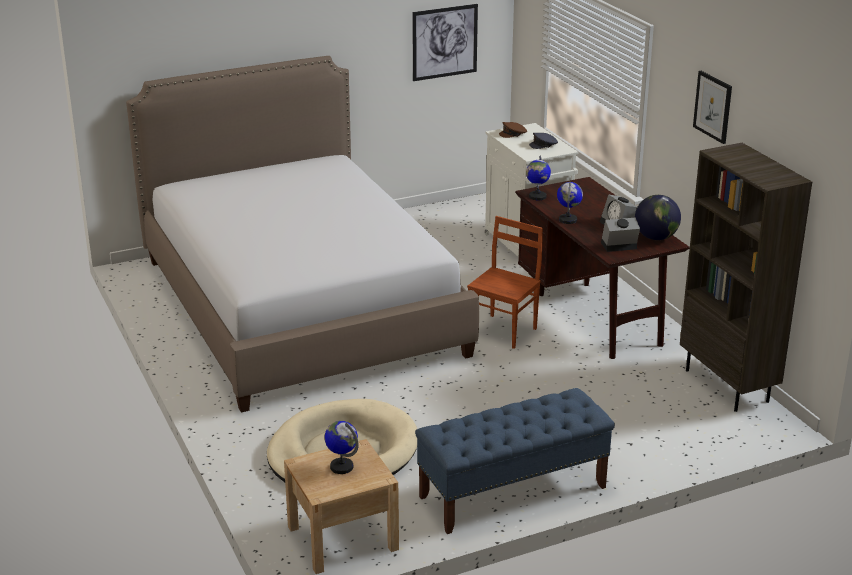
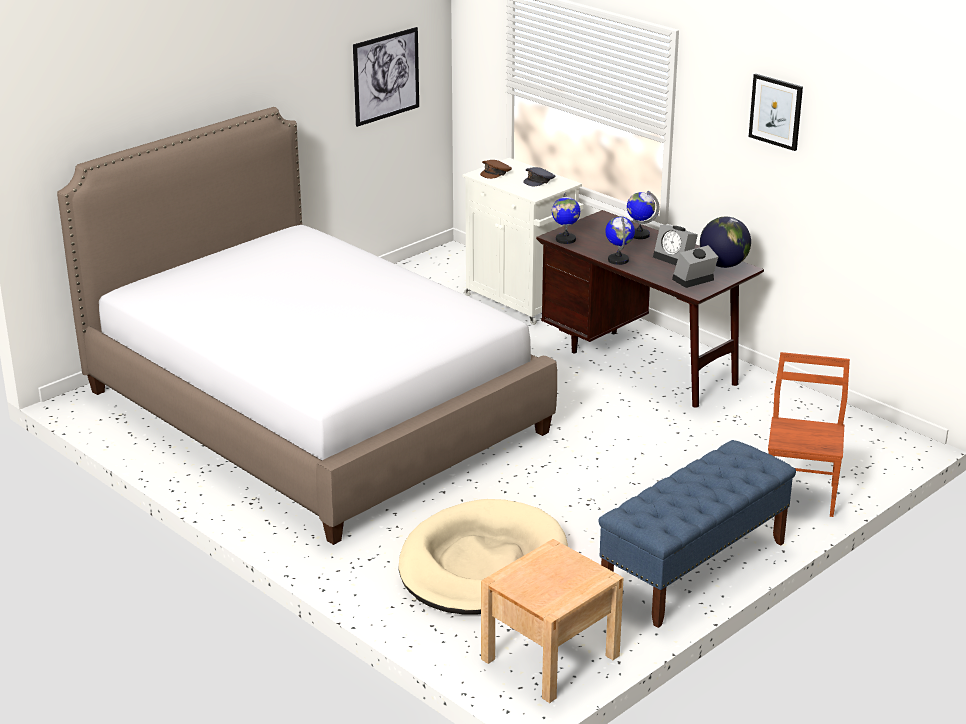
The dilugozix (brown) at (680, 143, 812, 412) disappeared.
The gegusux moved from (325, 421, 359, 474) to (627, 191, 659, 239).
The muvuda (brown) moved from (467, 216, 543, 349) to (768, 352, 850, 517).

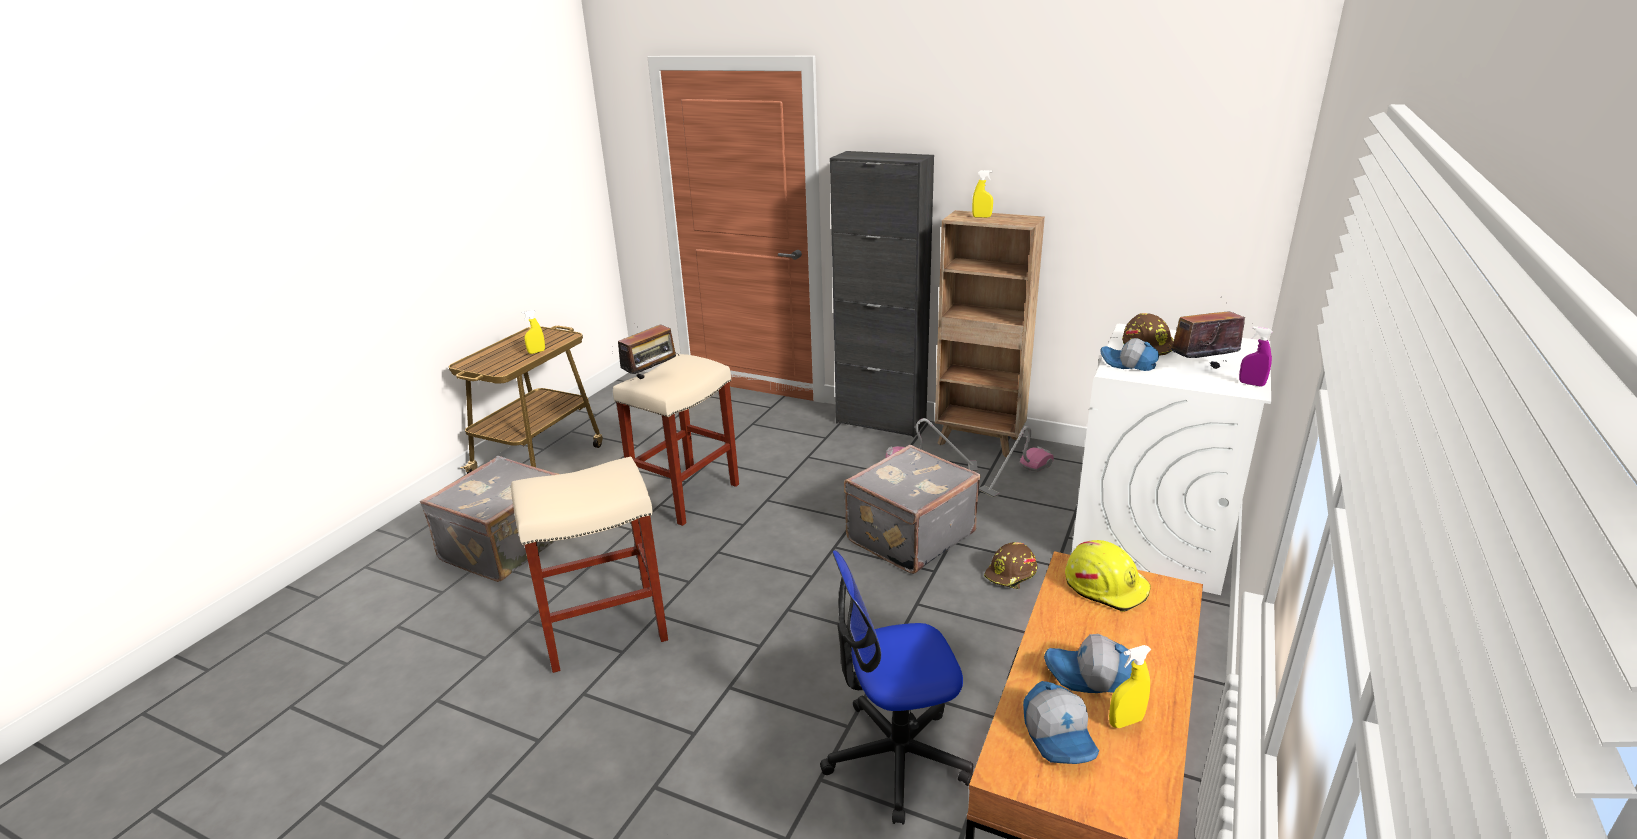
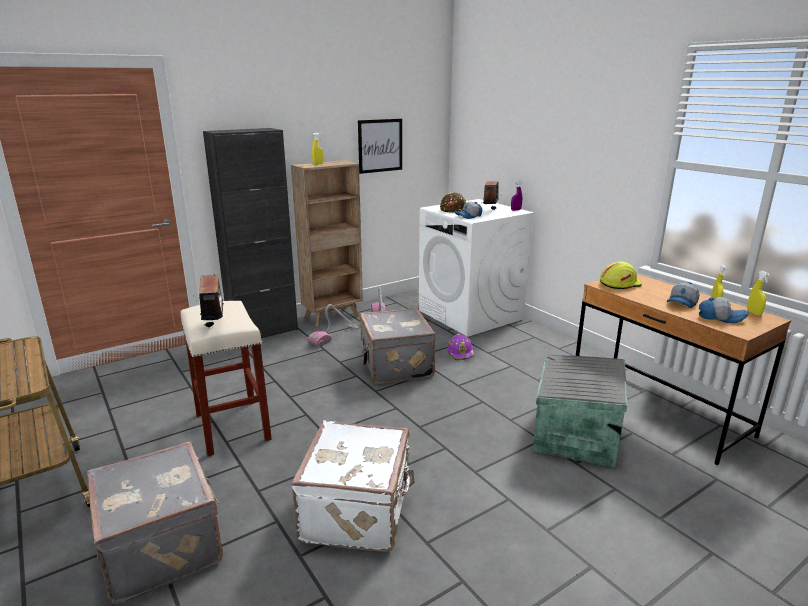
The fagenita at (358, 119, 402, 174) appeared.
The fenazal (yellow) moved from (522, 310, 545, 354) to (747, 271, 771, 316).
The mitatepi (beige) at (511, 457, 668, 673) was replaced by the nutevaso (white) at (291, 420, 414, 552).
The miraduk at (820, 550, 973, 825) was replaced by the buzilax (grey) at (533, 355, 627, 467).
The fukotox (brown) at (984, 542, 1038, 589) became the fukotox (purple) at (447, 334, 475, 360).

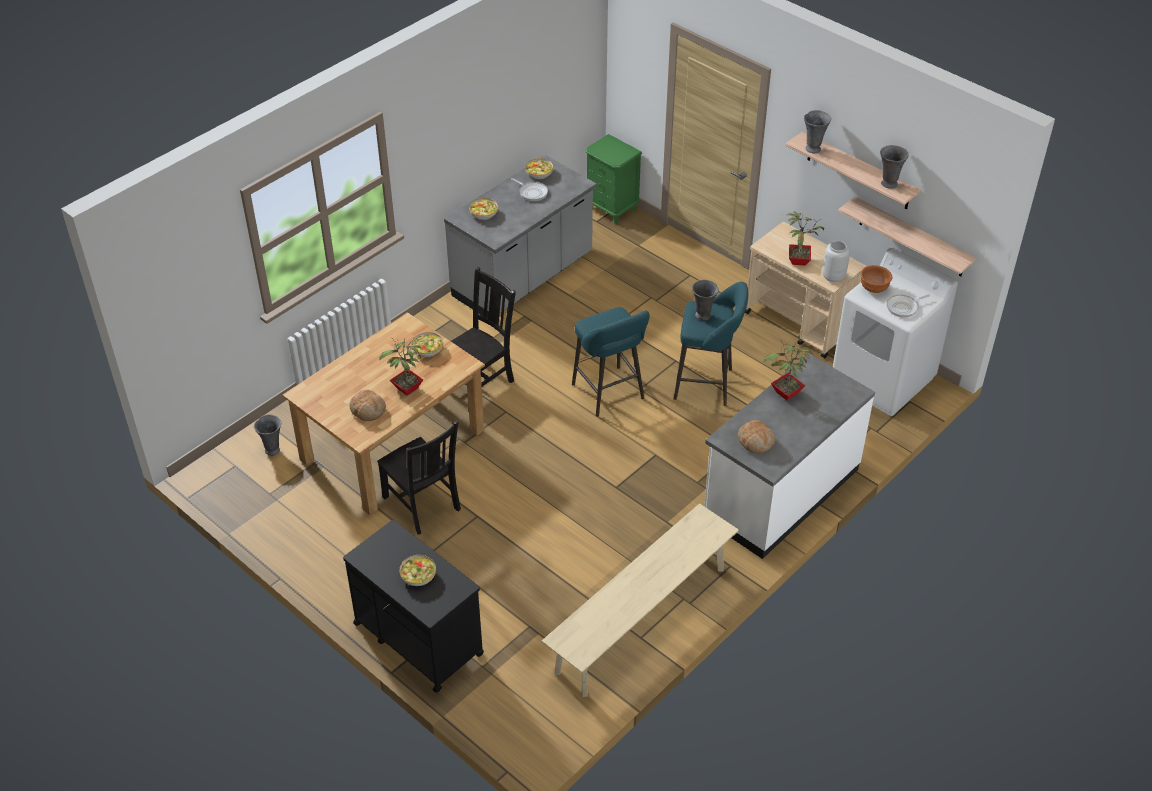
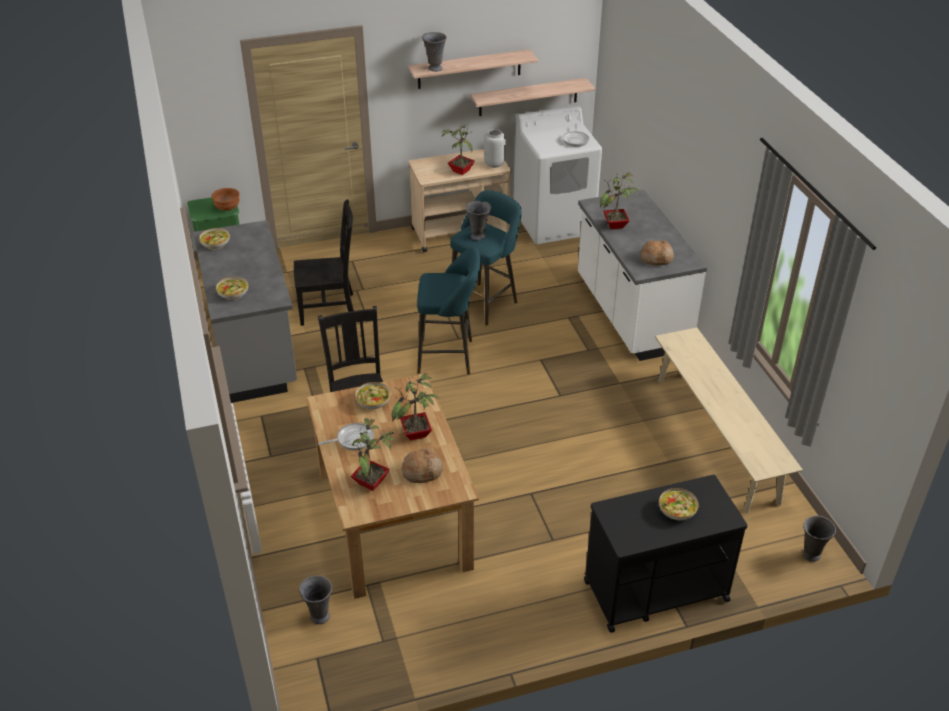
The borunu at (351, 418, 396, 491) appeared.
The muvuda (black) moved from (377, 421, 461, 535) to (294, 199, 354, 326).
The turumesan moved from (511, 178, 548, 201) to (318, 423, 374, 451).
The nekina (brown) moved from (861, 265, 892, 293) to (211, 188, 240, 211).
The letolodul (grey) moved from (880, 145, 909, 189) to (803, 516, 836, 562).

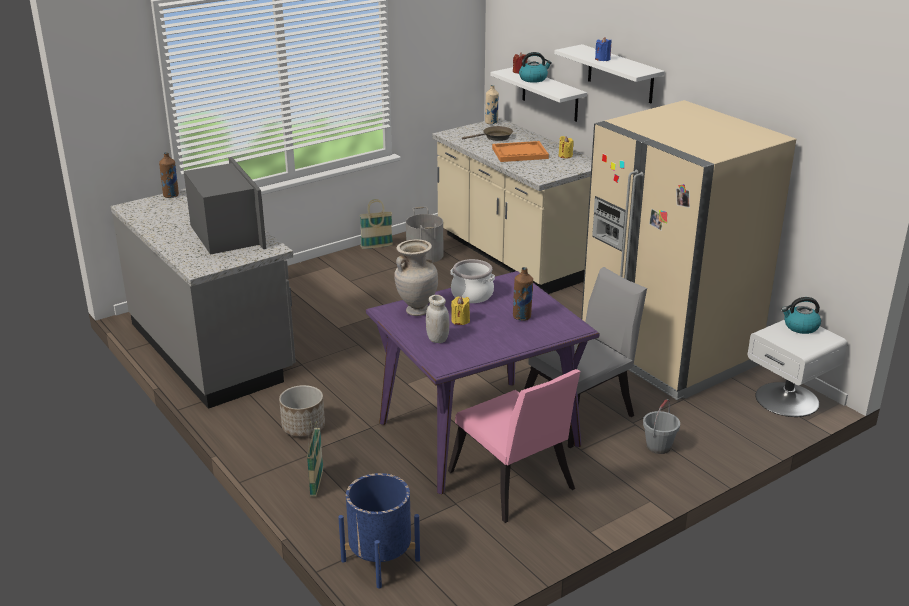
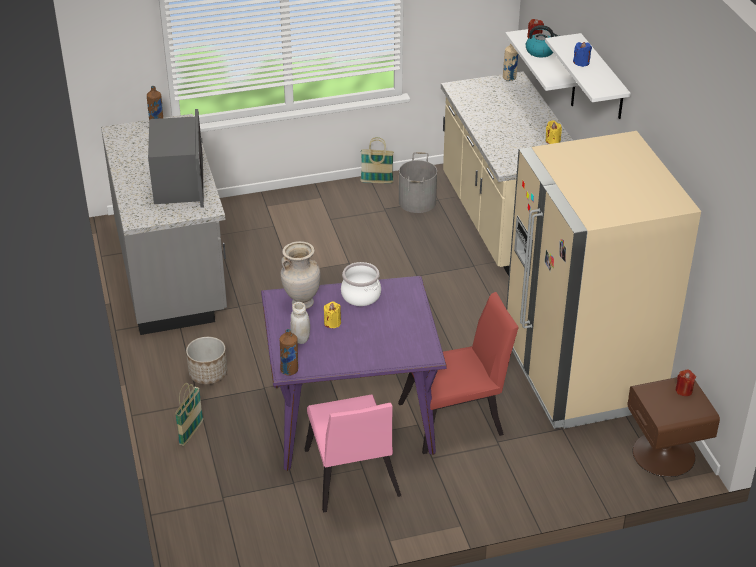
The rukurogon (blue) at (338, 473, 420, 588) disappeared.
The turumesan (brown) at (462, 126, 513, 141) disappeared.
The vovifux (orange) at (492, 141, 549, 162) disappeared.
The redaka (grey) at (643, 399, 680, 454) disappeared.
The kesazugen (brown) moved from (513, 267, 533, 321) to (280, 329, 298, 375).
The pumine at (781, 297, 821, 334) was replaced by the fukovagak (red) at (675, 369, 696, 396).
The muvuda (grey) at (524, 267, 647, 448) became the muvuda (red) at (398, 292, 519, 454).
The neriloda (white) at (748, 319, 848, 417) became the neriloda (brown) at (628, 377, 720, 477).

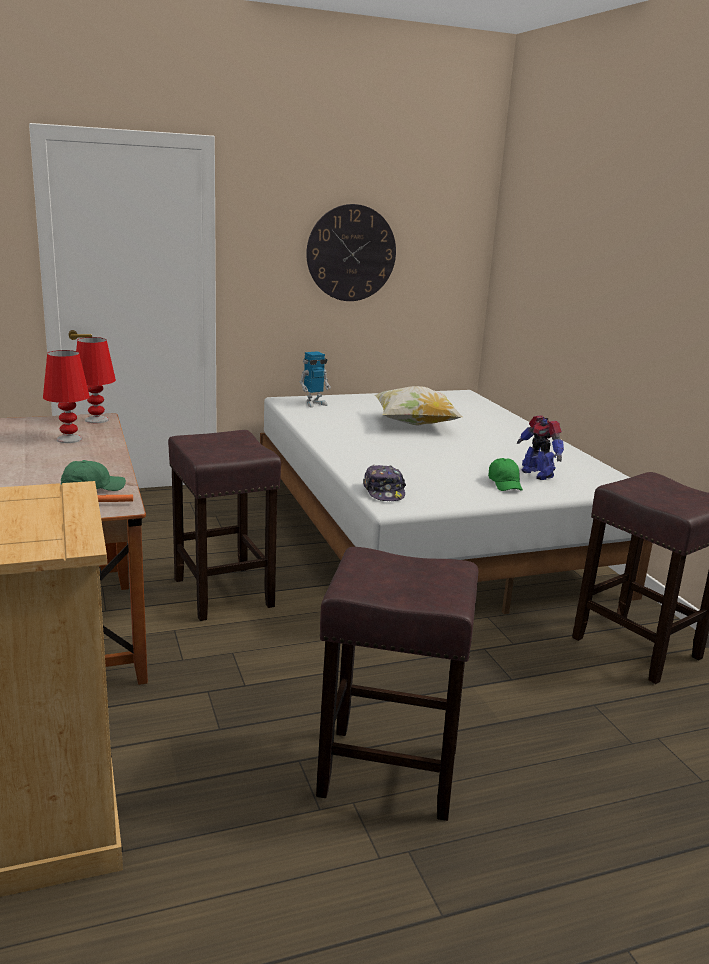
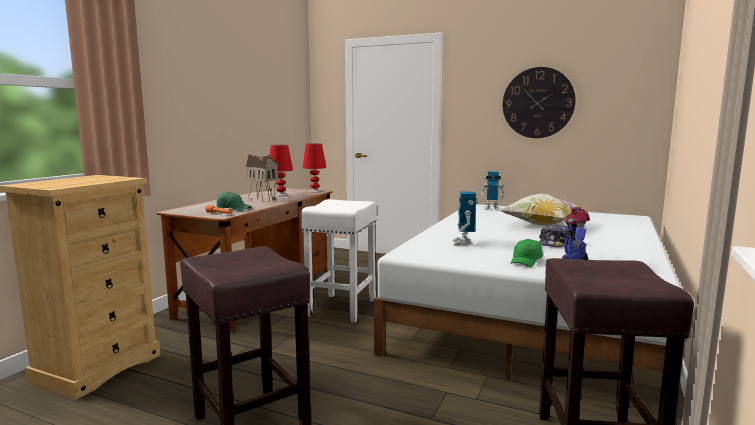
The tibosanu at (246, 153, 279, 202) appeared.
The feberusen at (452, 191, 477, 246) appeared.
The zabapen moved from (363, 465, 406, 501) to (539, 224, 570, 247).
The mitatepi (brown) at (168, 430, 281, 621) became the mitatepi (white) at (301, 199, 377, 322).

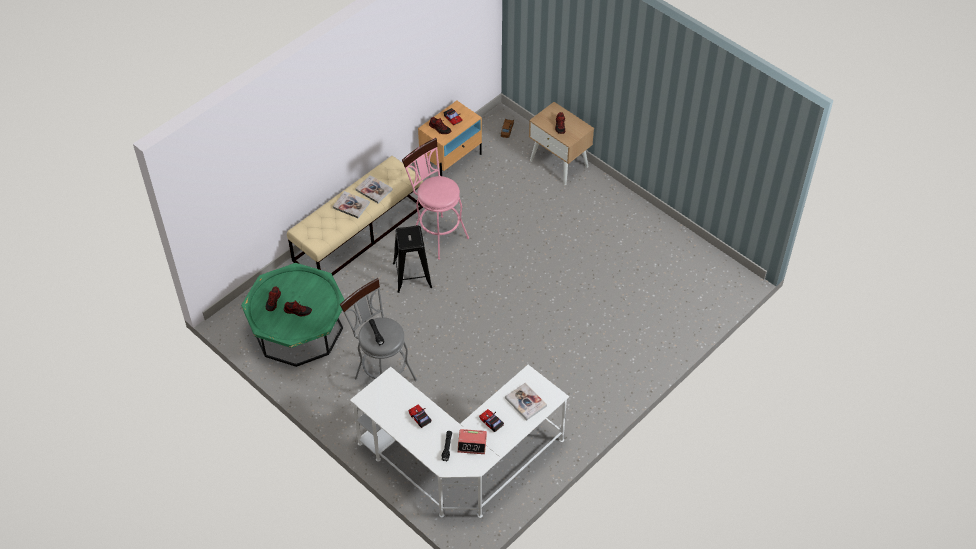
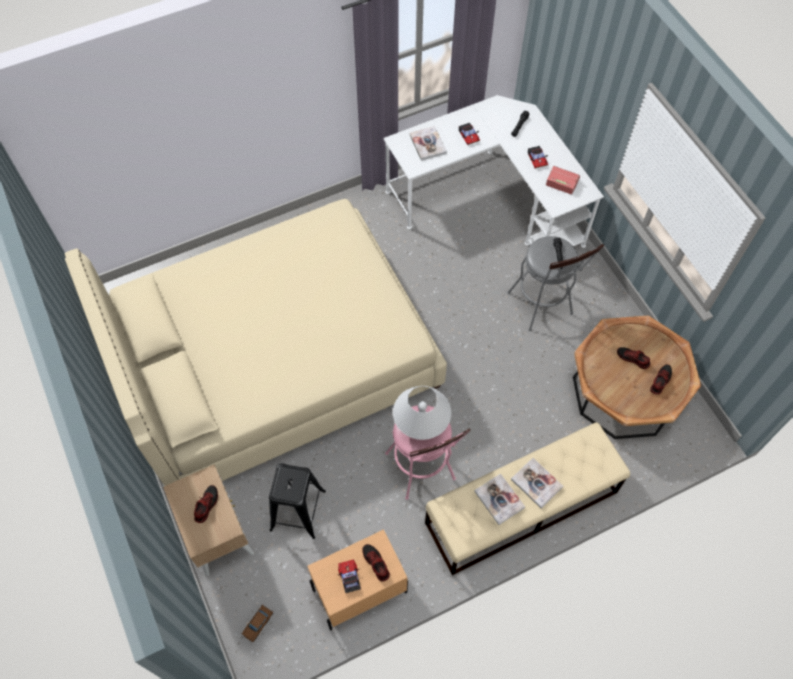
The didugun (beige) at (65, 199, 447, 486) appeared.
The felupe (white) at (393, 386, 451, 440) appeared.
The mitatepi (black) moved from (393, 225, 432, 293) to (269, 464, 326, 539).
The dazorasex moved from (458, 429, 487, 454) to (546, 166, 580, 194).
The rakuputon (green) at (241, 263, 345, 367) became the rakuputon (brown) at (573, 315, 701, 439).

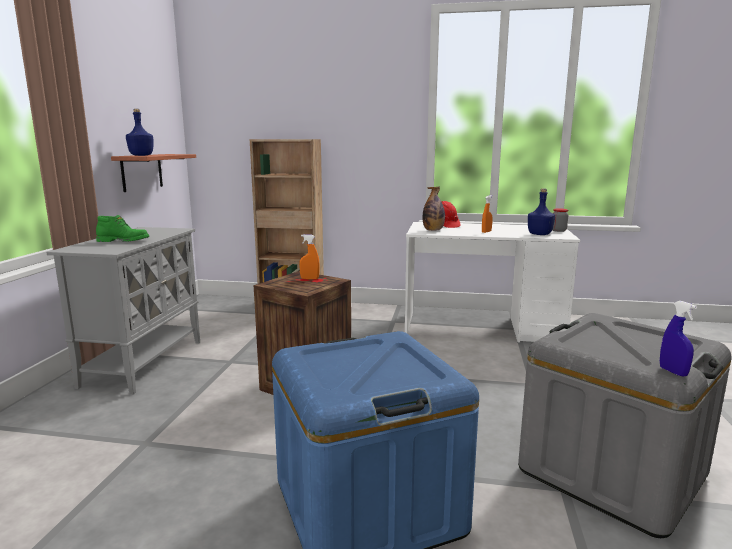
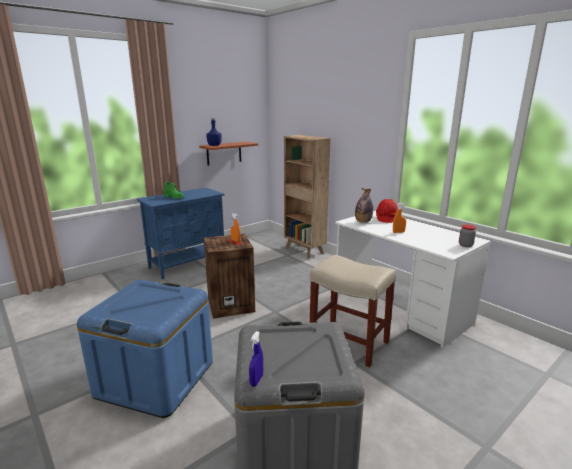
The kesazugen (blue) at (528, 188, 555, 235) disappeared.
The mitatepi (beige) at (310, 255, 396, 367) appeared.
The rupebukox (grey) at (47, 227, 200, 394) became the rupebukox (blue) at (137, 188, 224, 279).

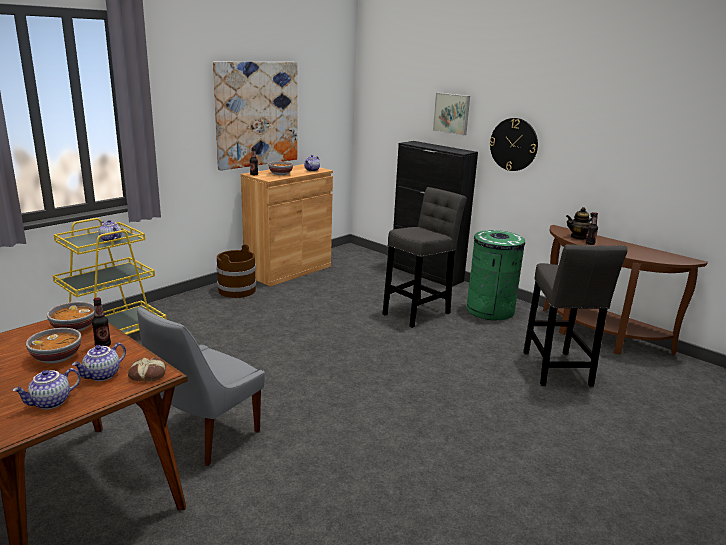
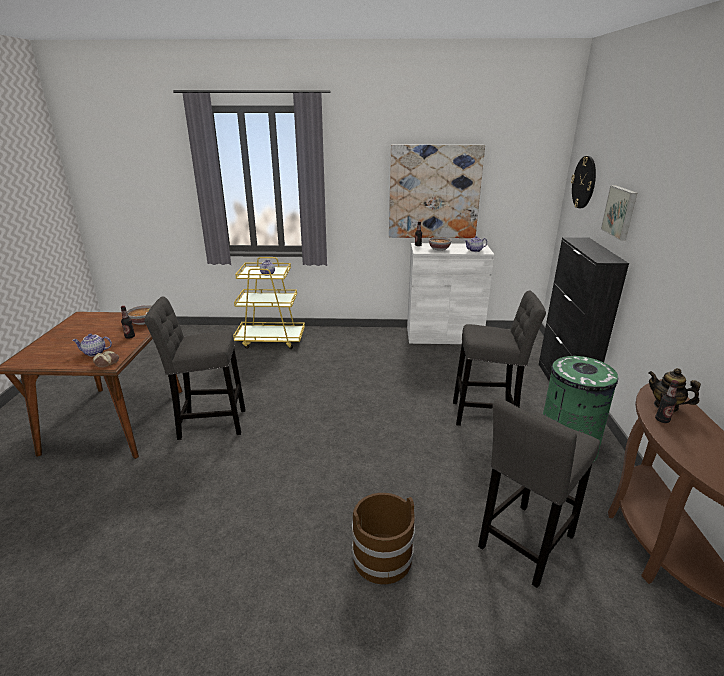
The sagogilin at (12, 368, 81, 409) disappeared.
The nekina at (26, 328, 81, 364) disappeared.
The redaka (brown) moved from (216, 244, 256, 298) to (352, 493, 415, 584).
The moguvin moved from (490, 118, 538, 171) to (571, 156, 596, 208).
The muvuda (grey) at (137, 307, 265, 466) was replaced by the mitatepi (grey) at (144, 296, 246, 440).
The rupebukox (brown) at (241, 164, 333, 287) became the rupebukox (white) at (407, 243, 495, 344).

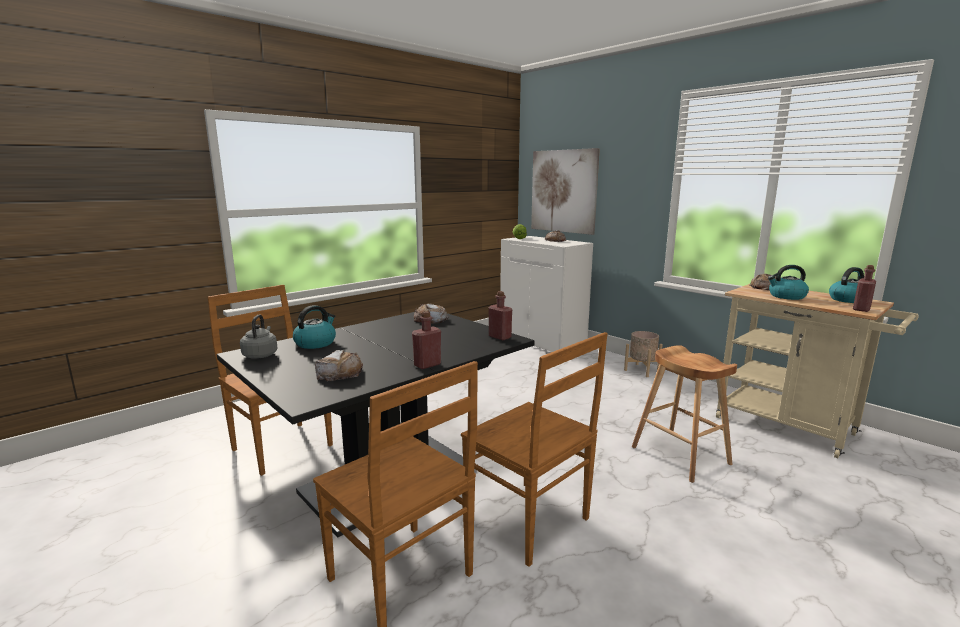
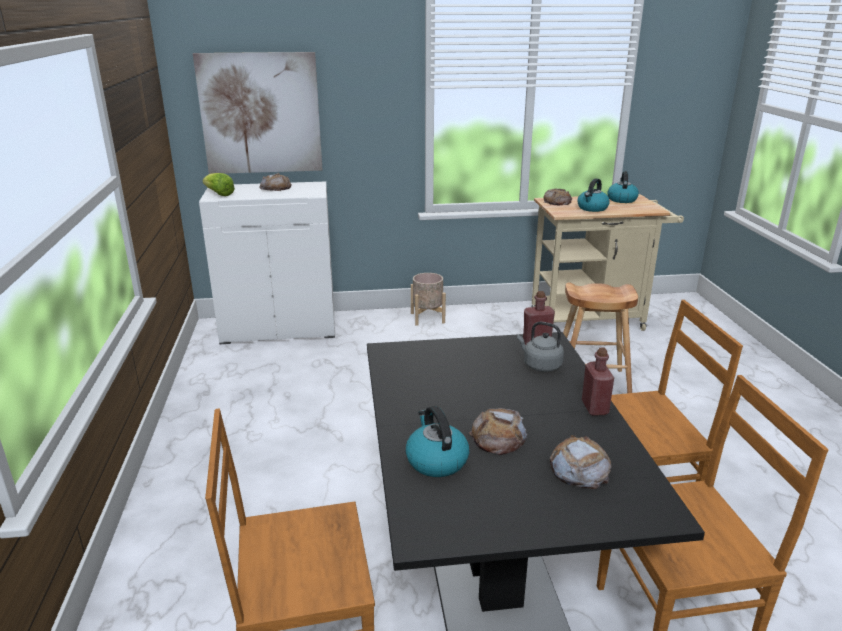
The kesazugen (red) at (853, 265, 876, 312) disappeared.
The pumine (grey) moved from (240, 314, 277, 359) to (517, 321, 564, 372).
The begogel moved from (414, 303, 449, 324) to (469, 408, 527, 455).

